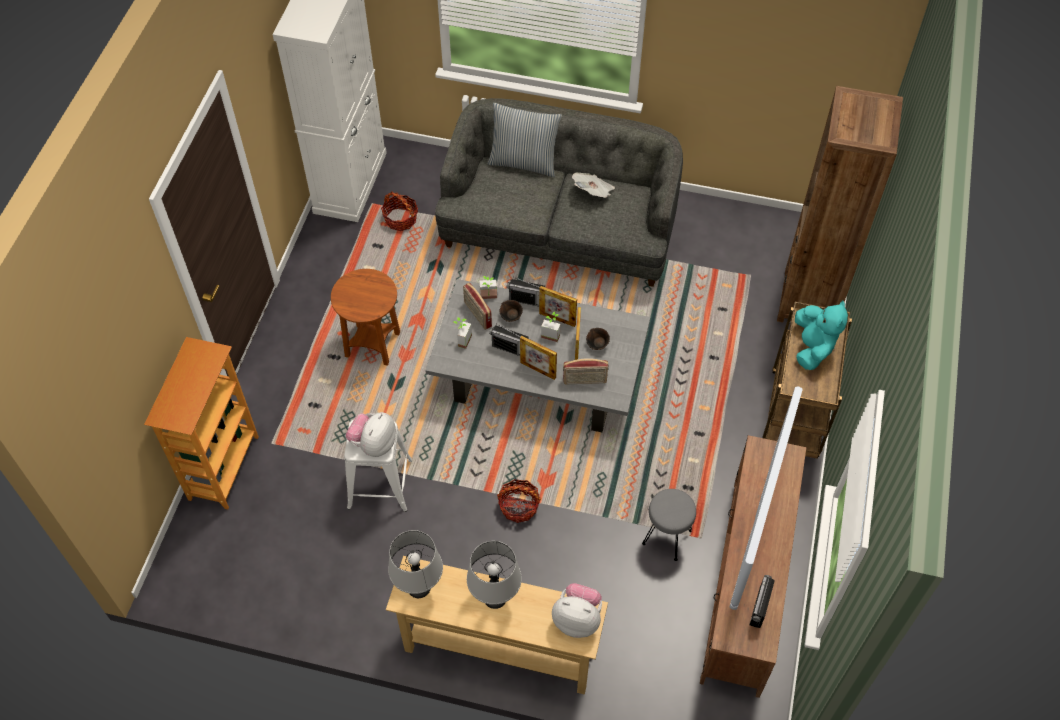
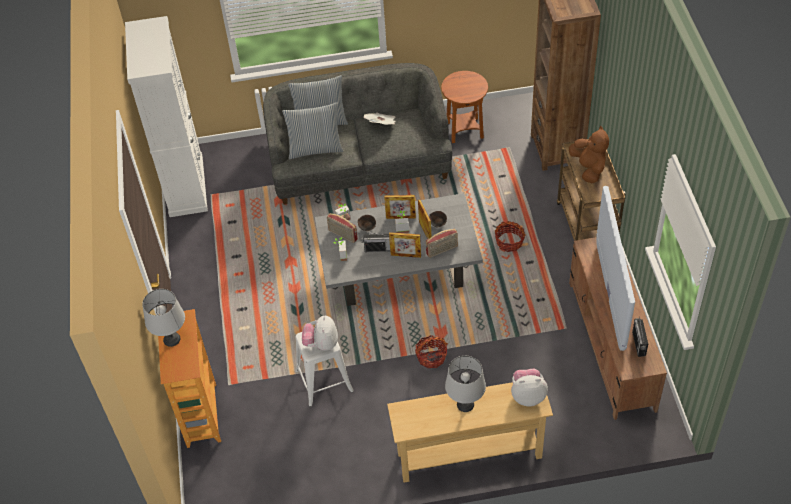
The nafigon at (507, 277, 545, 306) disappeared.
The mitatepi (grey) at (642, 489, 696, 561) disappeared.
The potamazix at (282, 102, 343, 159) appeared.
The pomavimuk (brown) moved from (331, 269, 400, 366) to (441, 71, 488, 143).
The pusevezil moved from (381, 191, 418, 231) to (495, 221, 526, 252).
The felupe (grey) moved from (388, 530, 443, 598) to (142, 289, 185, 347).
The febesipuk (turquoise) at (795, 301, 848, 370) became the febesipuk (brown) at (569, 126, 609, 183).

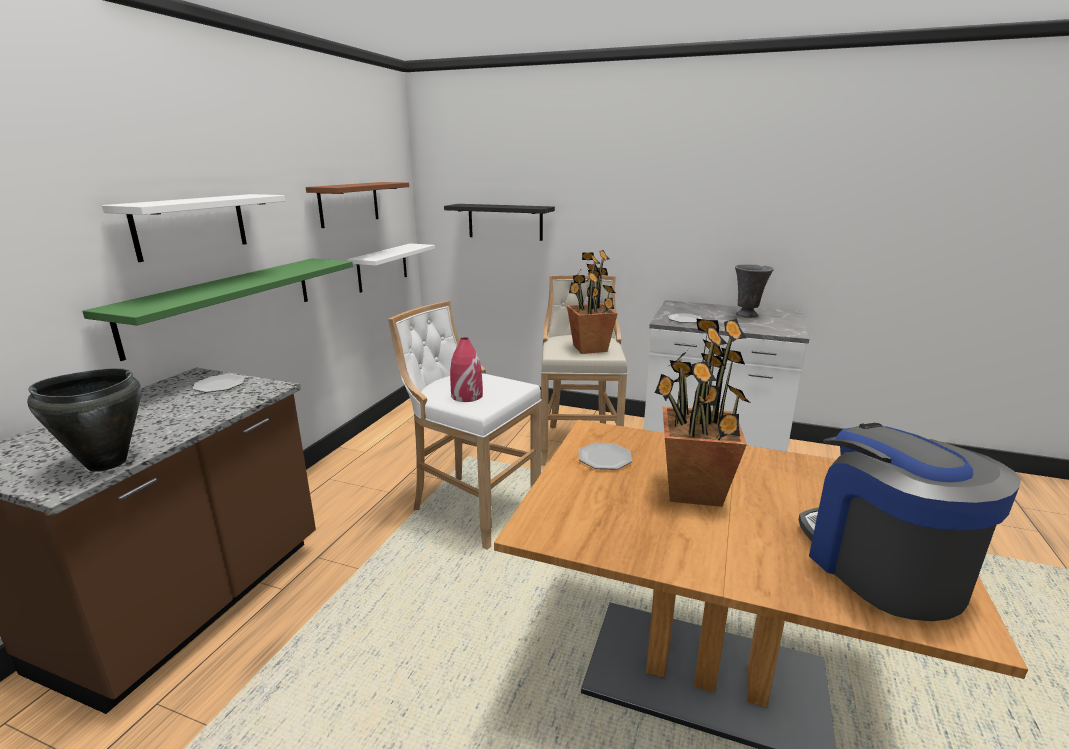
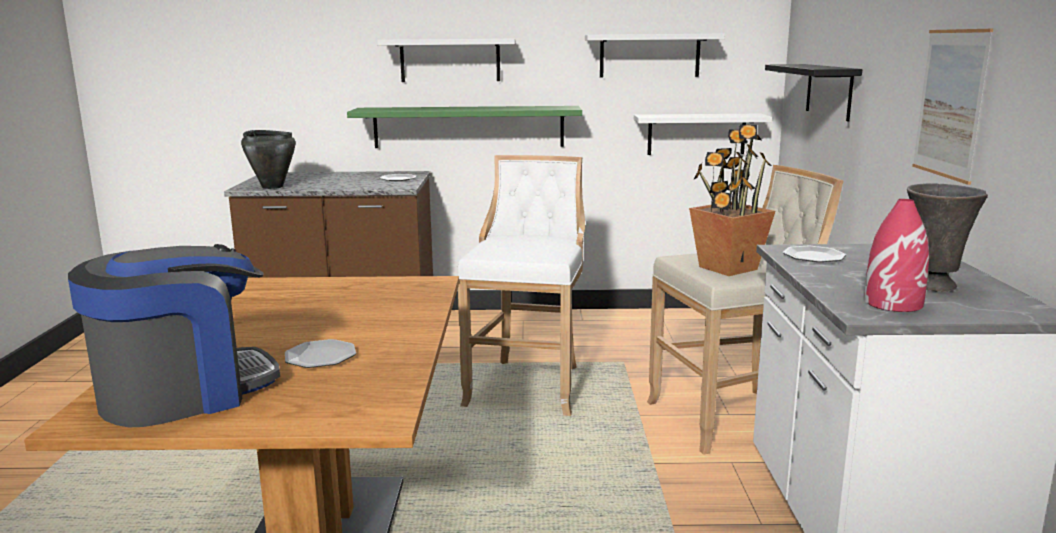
The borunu at (655, 319, 751, 507) disappeared.
The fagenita at (912, 29, 993, 185) appeared.
The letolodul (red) moved from (450, 337, 483, 402) to (864, 199, 929, 312).
The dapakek moved from (579, 443, 632, 470) to (285, 339, 356, 368).
The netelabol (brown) at (306, 182, 409, 228) became the netelabol (white) at (585, 34, 725, 78).

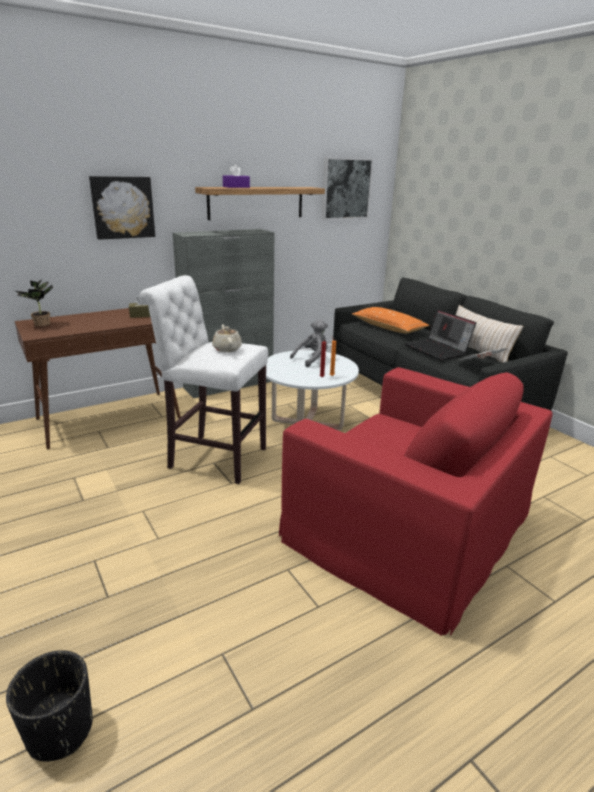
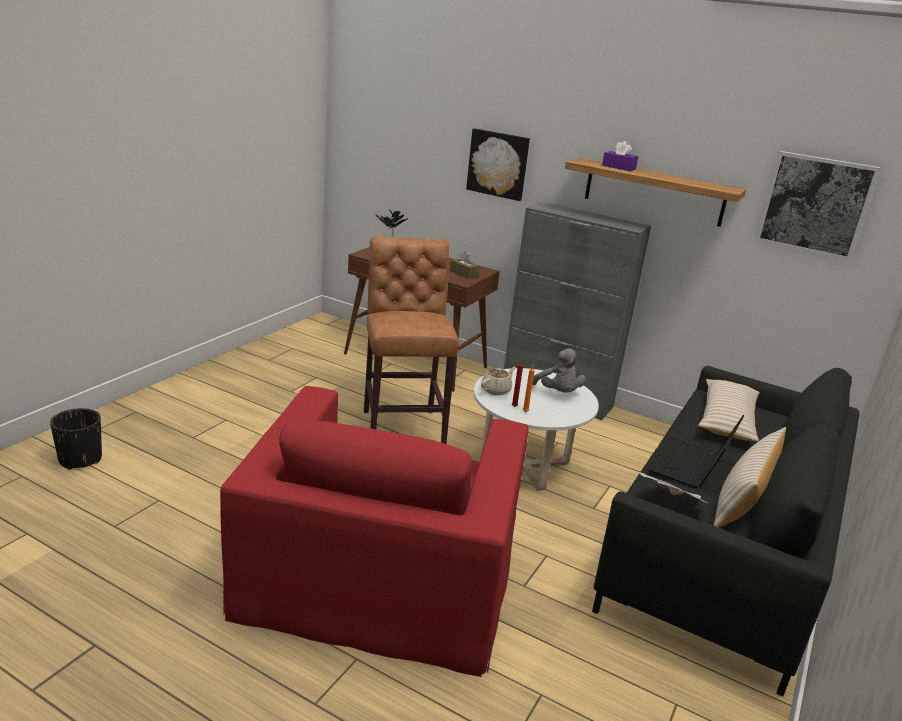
The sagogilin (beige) moved from (212, 324, 242, 352) to (481, 367, 516, 395).
The mitatepi (white) at (140, 275, 268, 484) became the mitatepi (brown) at (364, 237, 459, 444).
The potamazix (orange) at (352, 307, 429, 333) became the potamazix (beige) at (698, 379, 760, 442).
The febesipuk (grey) at (290, 319, 328, 367) turned 45 degrees clockwise.

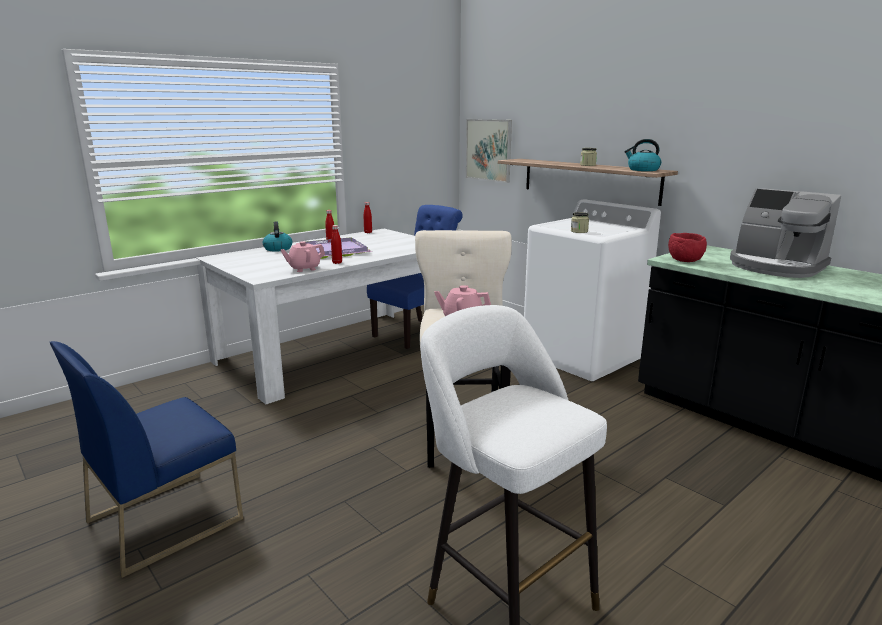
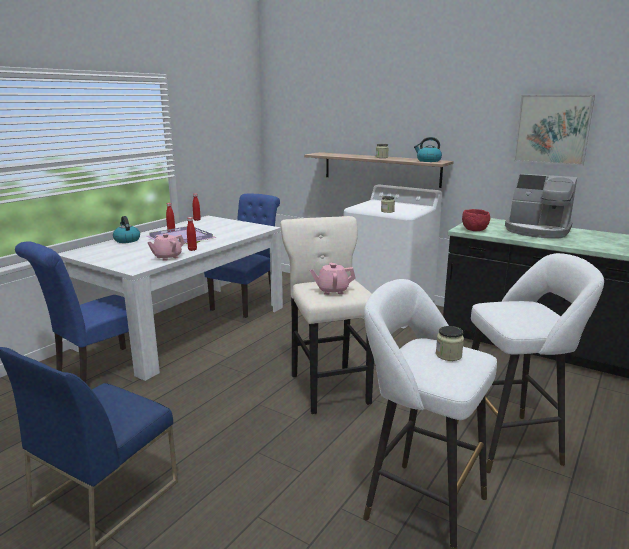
The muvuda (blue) at (15, 241, 129, 383) appeared.
The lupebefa at (436, 326, 464, 361) appeared.
The mitatepi (white) at (457, 253, 604, 473) appeared.
The fagenita moved from (466, 119, 512, 183) to (514, 95, 595, 166).

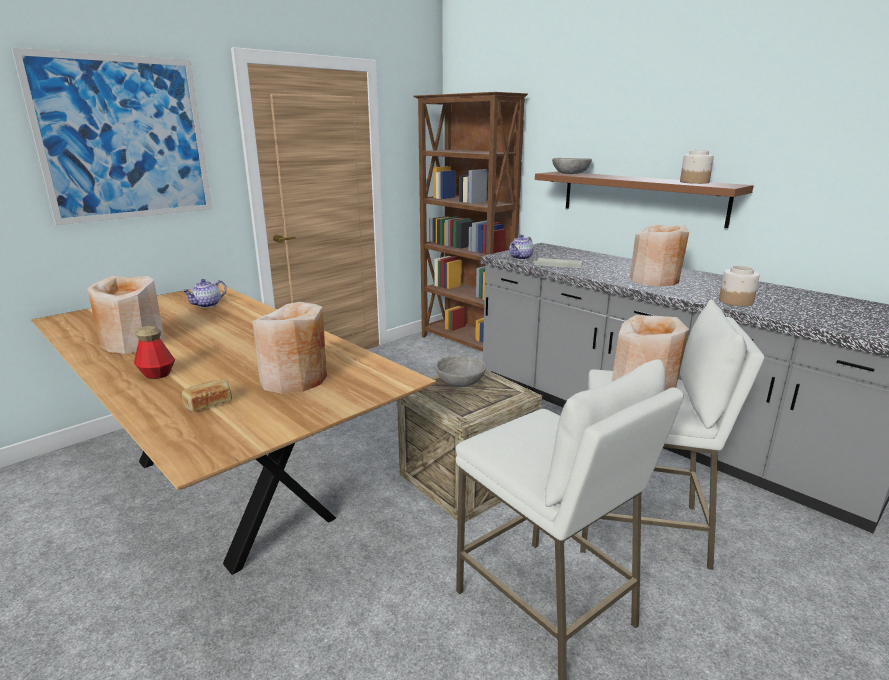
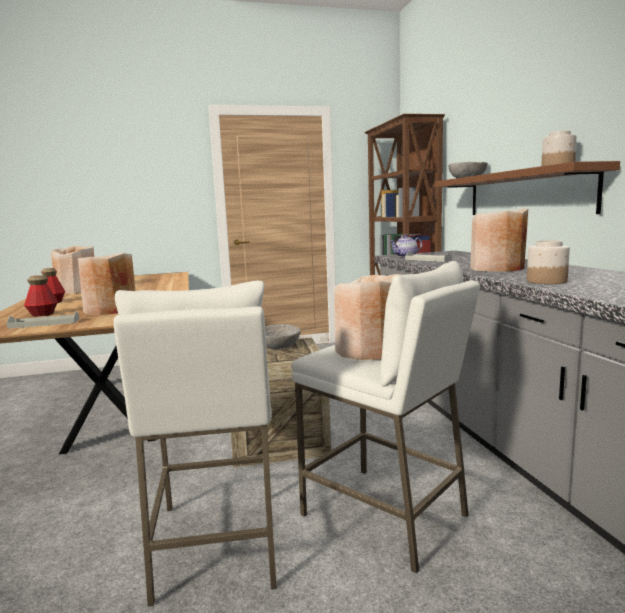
The fagenita at (12, 48, 212, 225) disappeared.
The sagogilin at (182, 279, 227, 308) disappeared.
The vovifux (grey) at (7, 311, 79, 329) appeared.
The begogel at (182, 380, 232, 411) was replaced by the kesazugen at (24, 275, 58, 316).

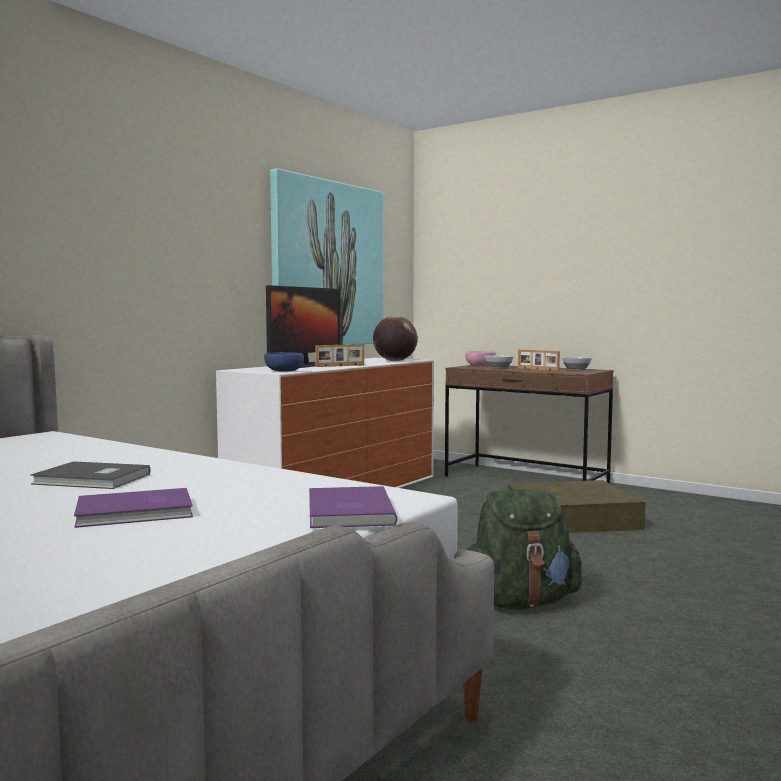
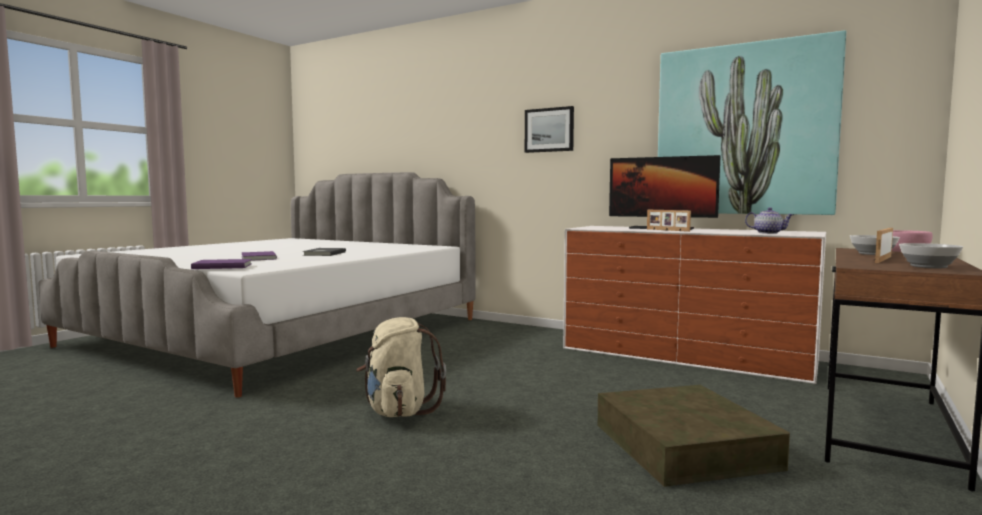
The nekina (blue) at (264, 352, 304, 372) disappeared.
The fagenita at (525, 106, 574, 153) appeared.
The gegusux at (373, 316, 418, 361) was replaced by the sagogilin at (745, 207, 793, 234).
The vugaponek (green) at (467, 489, 583, 609) became the vugaponek (beige) at (356, 317, 446, 417).

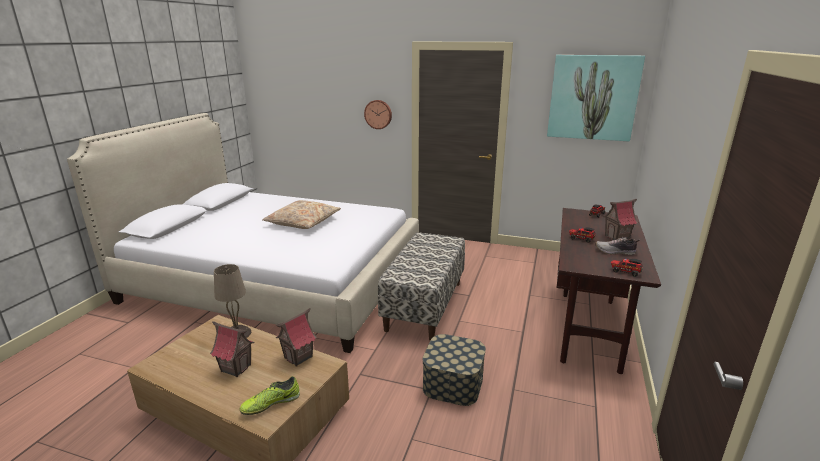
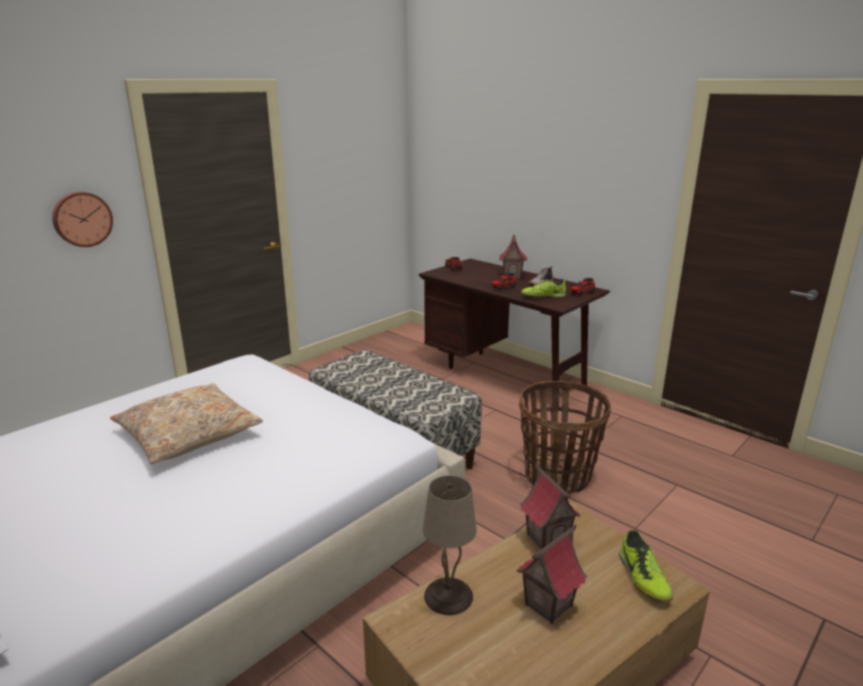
The fagenita at (547, 55, 645, 141) disappeared.
The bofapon at (521, 279, 566, 298) appeared.
The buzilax at (423, 334, 486, 406) was replaced by the pusevezil at (519, 381, 611, 494).

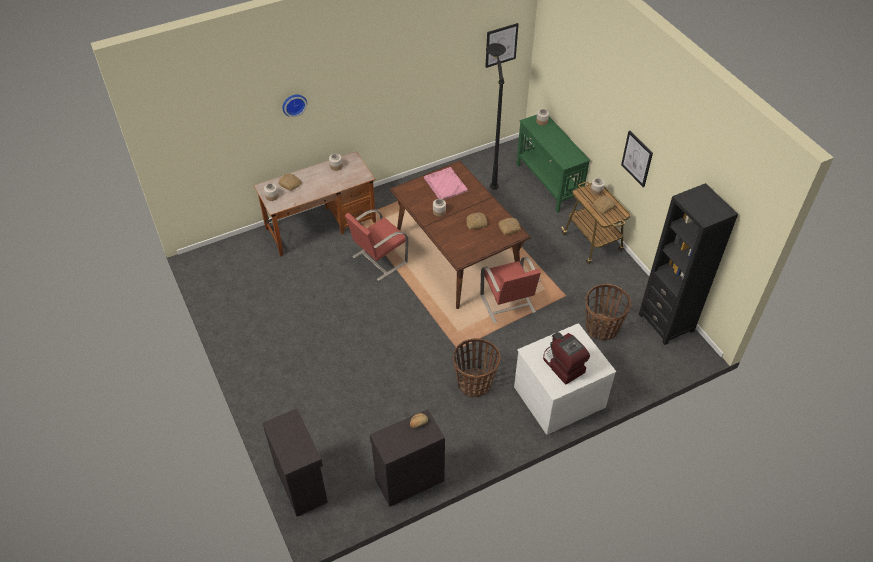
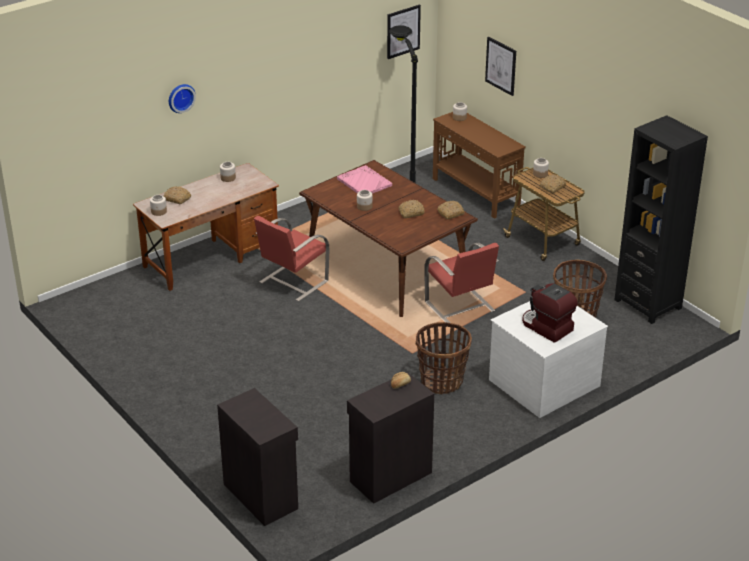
The fagenita moved from (621, 131, 653, 187) to (485, 37, 516, 96).
The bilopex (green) at (516, 115, 590, 213) became the bilopex (brown) at (433, 112, 526, 219).

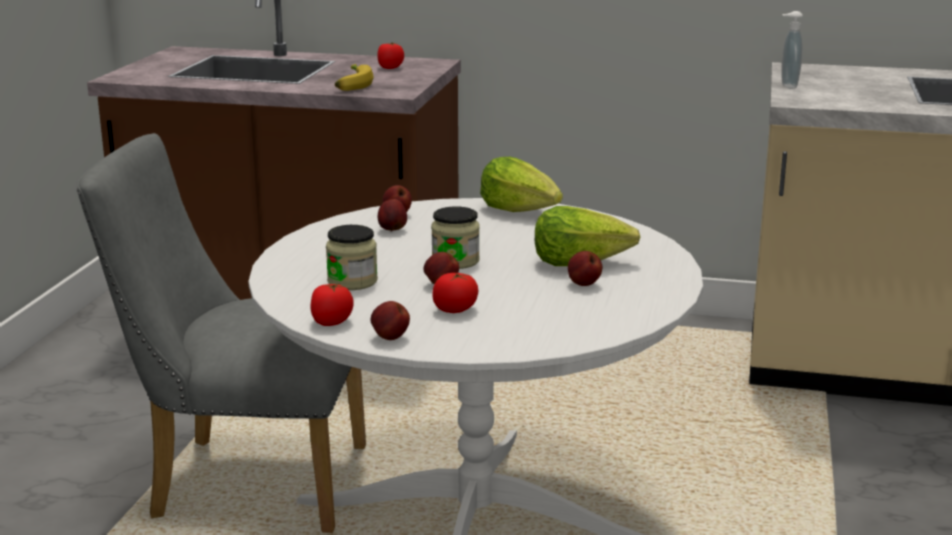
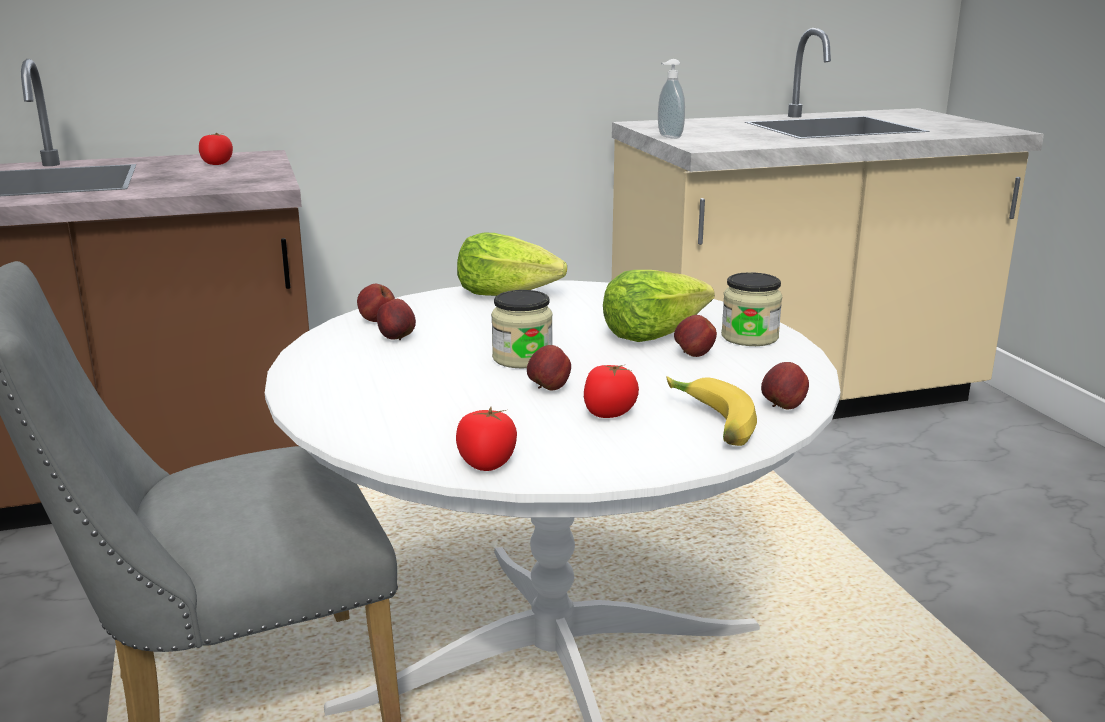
The lupebefa moved from (326, 225, 378, 290) to (721, 272, 782, 346).
The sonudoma moved from (335, 64, 374, 91) to (667, 376, 757, 446).
The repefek moved from (371, 301, 410, 340) to (761, 362, 809, 409).

